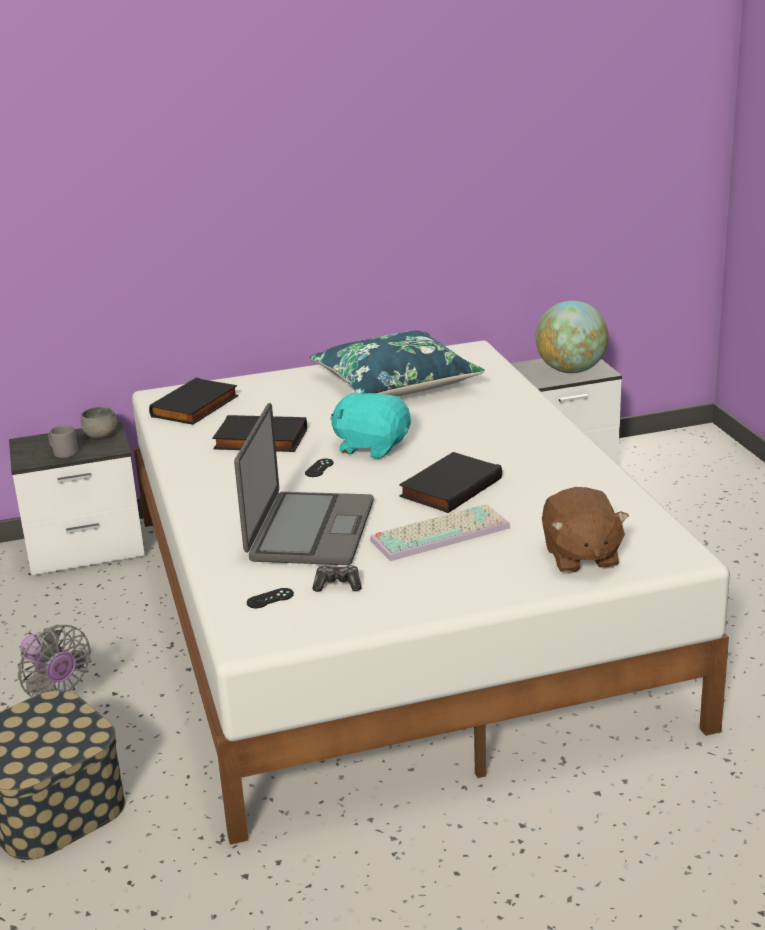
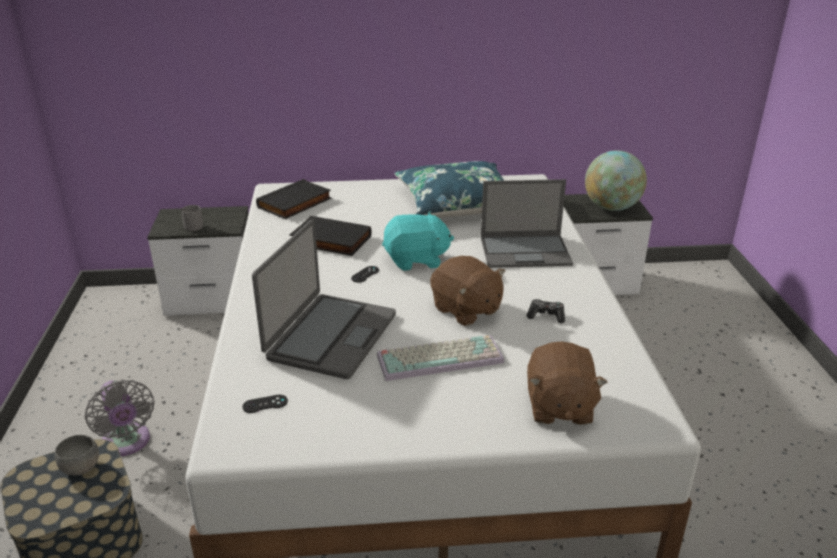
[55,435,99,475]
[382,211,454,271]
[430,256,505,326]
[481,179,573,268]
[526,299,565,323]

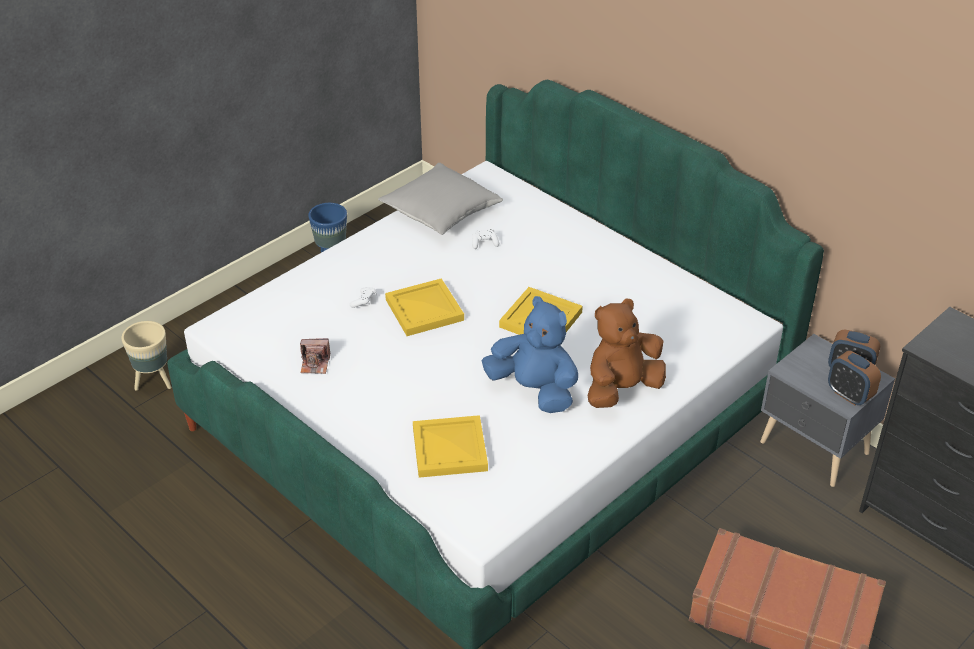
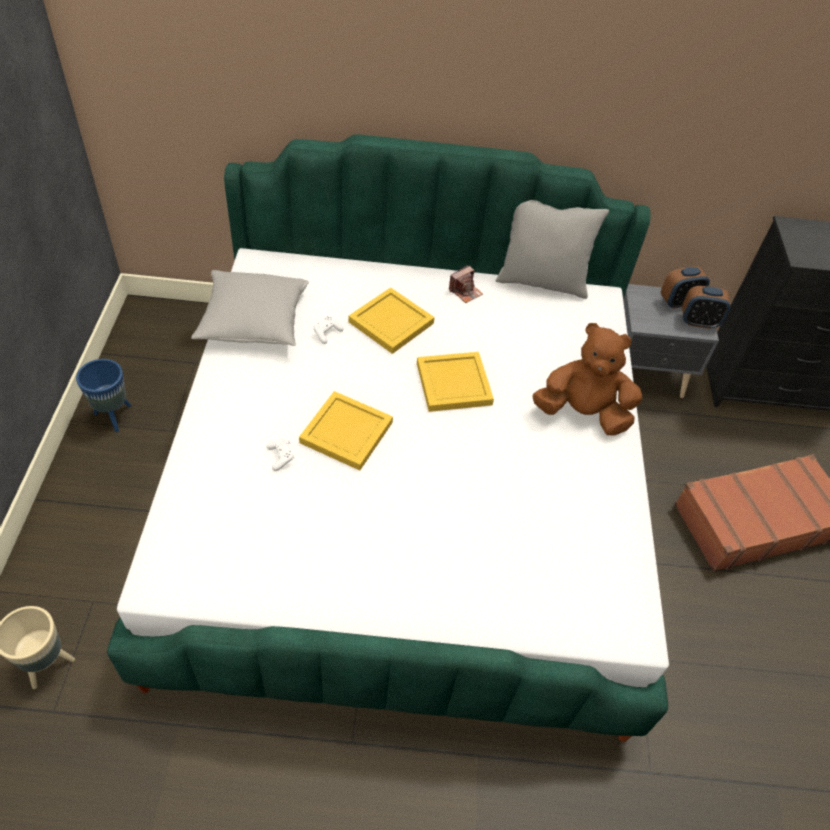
[348,287,435,354]
[449,265,483,303]
[496,200,609,299]
[532,323,642,436]
[481,296,578,413] (first image)

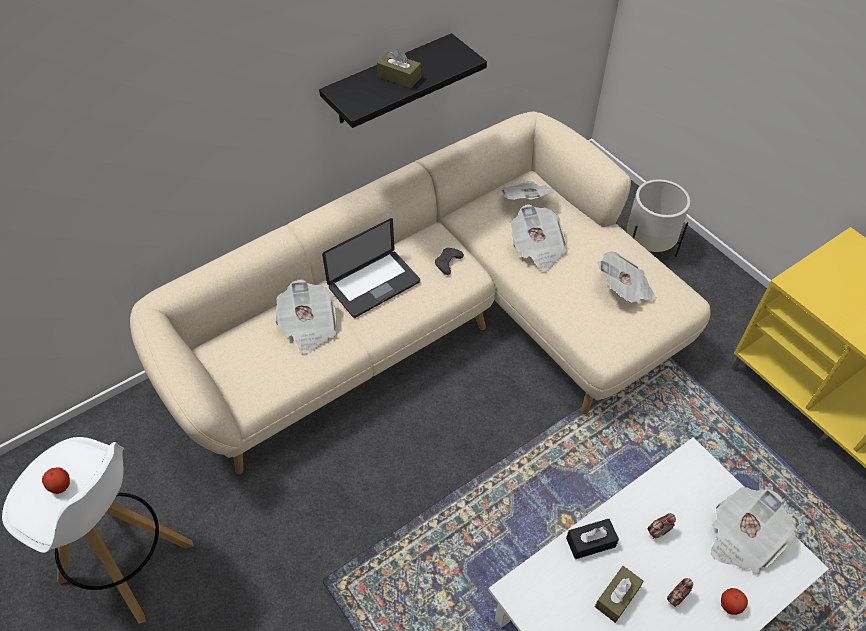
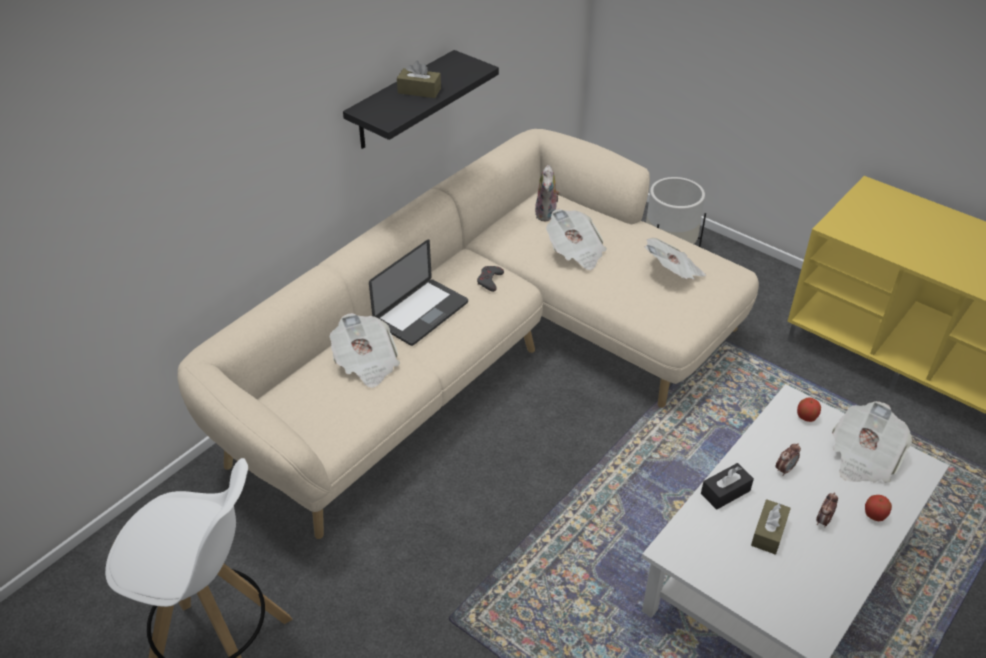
[535,165,561,221]
[797,398,821,422]

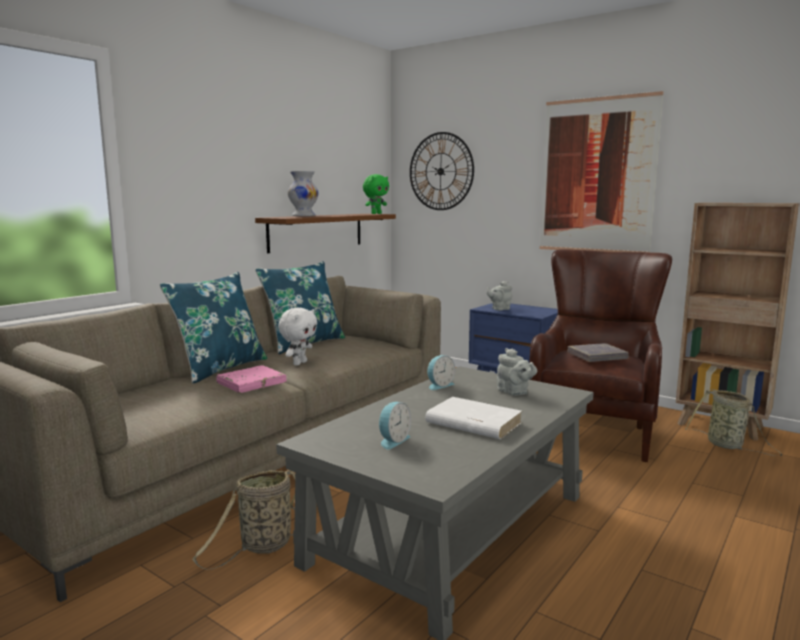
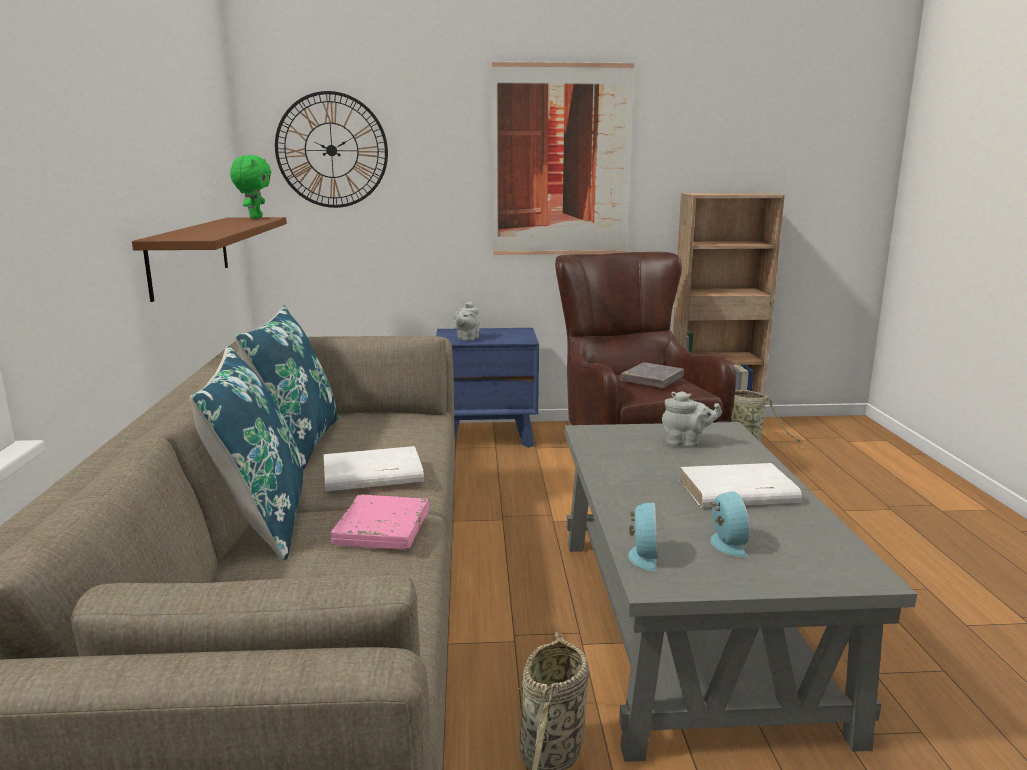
[323,446,424,491]
[629,503,658,571]
[288,171,319,216] (first image)

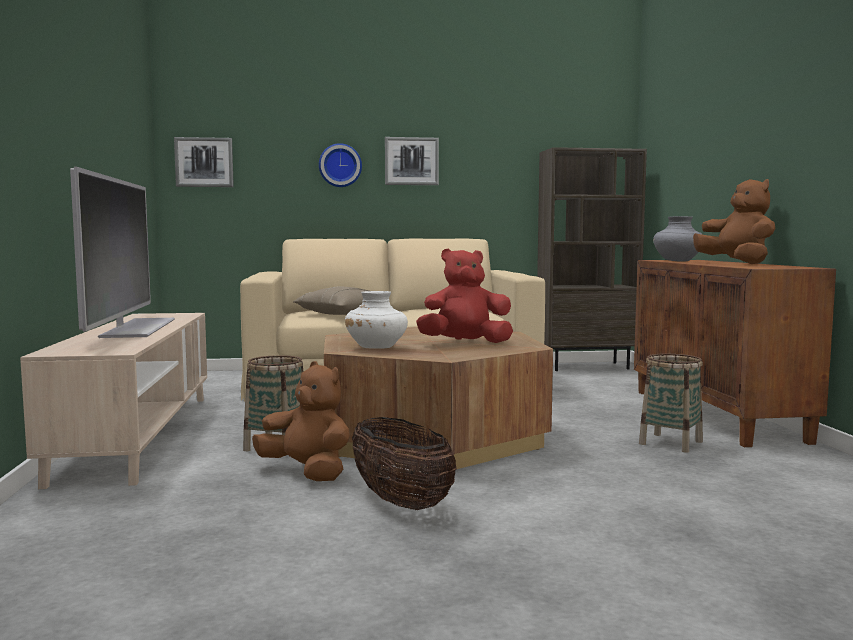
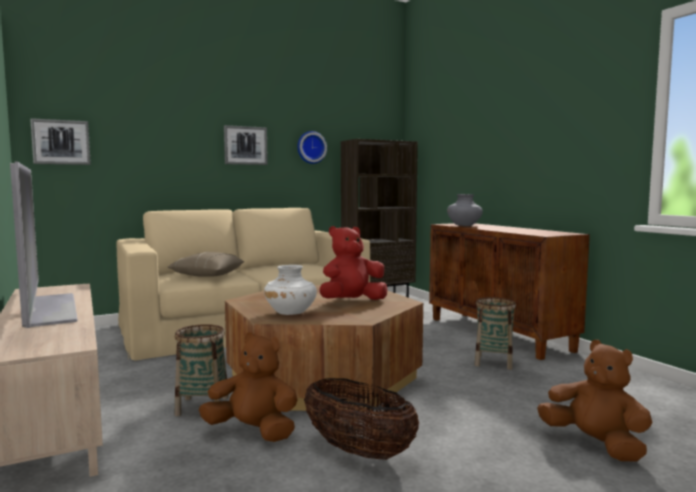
[297,131,327,164]
[537,340,653,461]

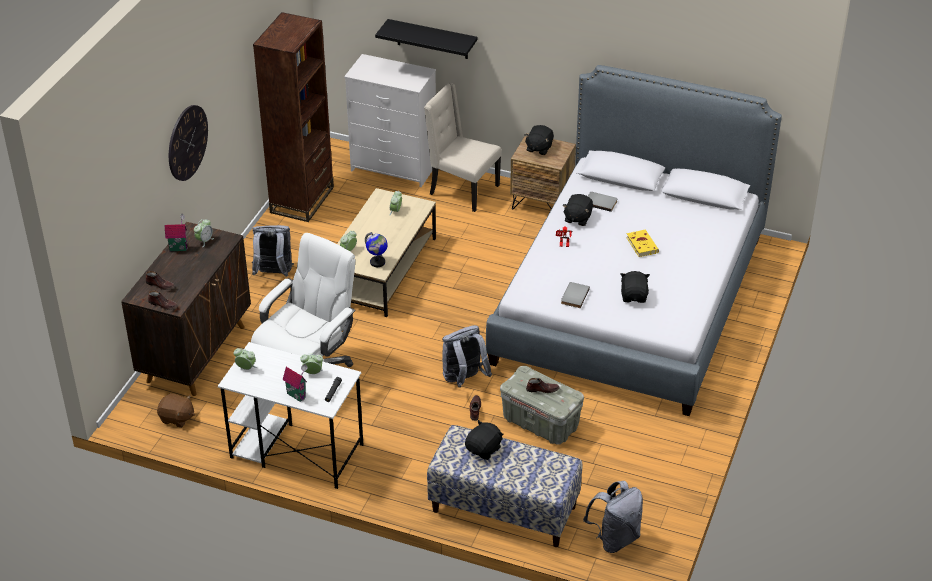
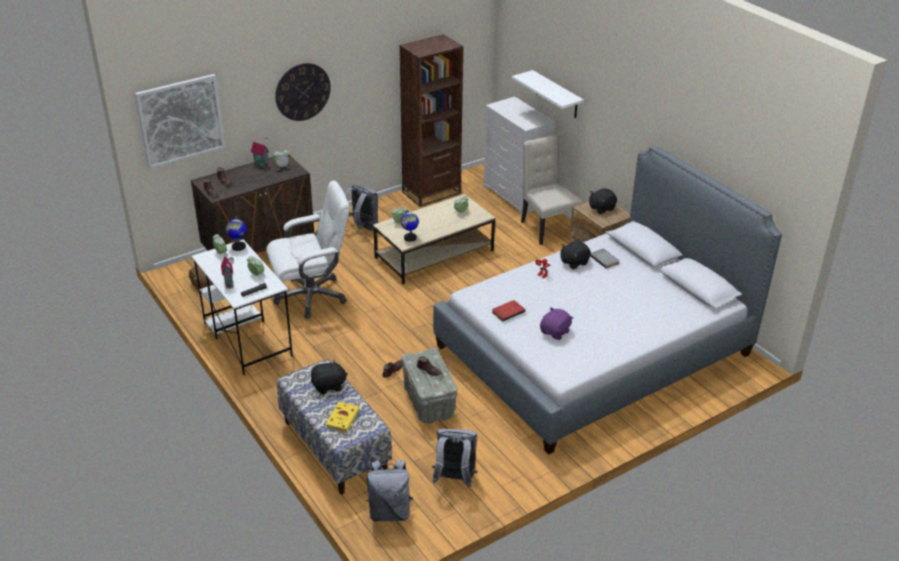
[135,74,225,169]
[226,216,246,251]
[326,402,360,433]
[432,429,477,488]
[492,300,526,322]
[512,70,584,118]
[540,307,573,340]

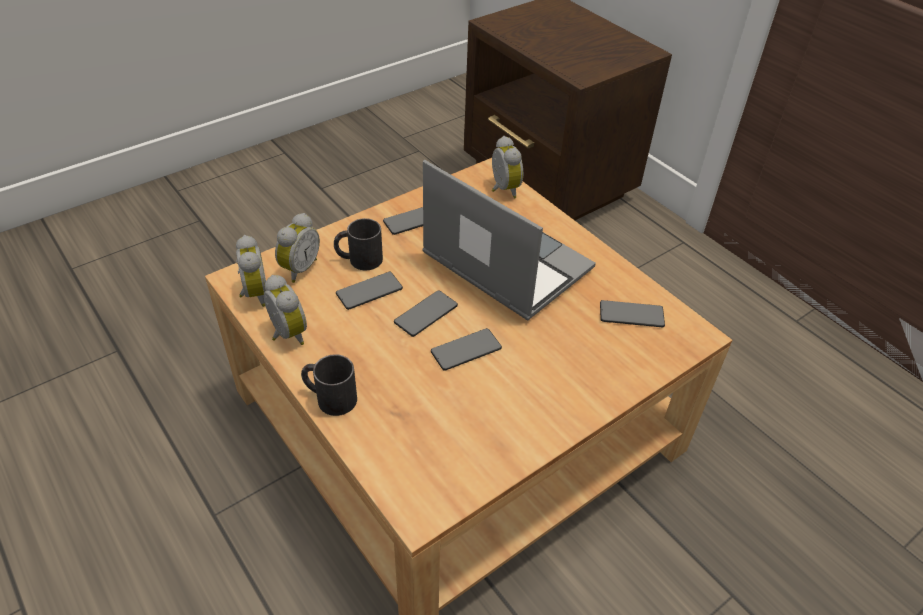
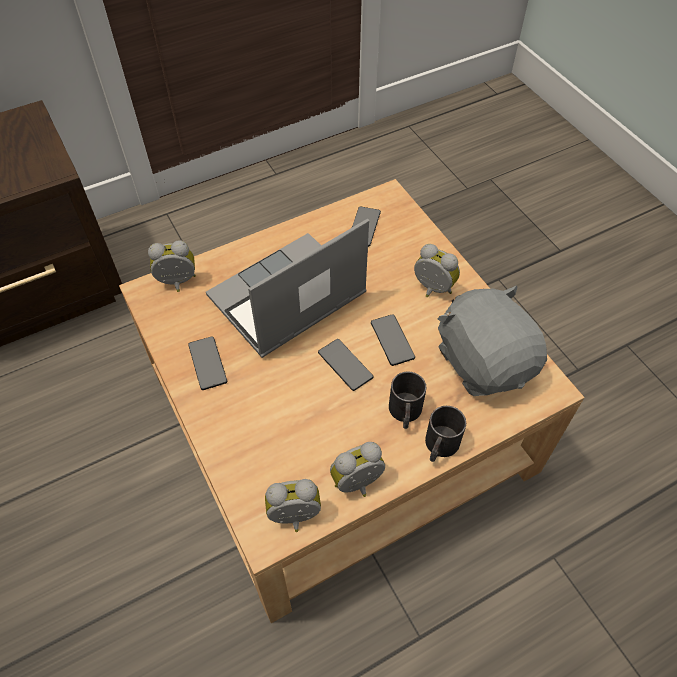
[389,371,426,429]
[414,244,460,298]
[438,285,547,396]
[336,272,403,310] (first image)

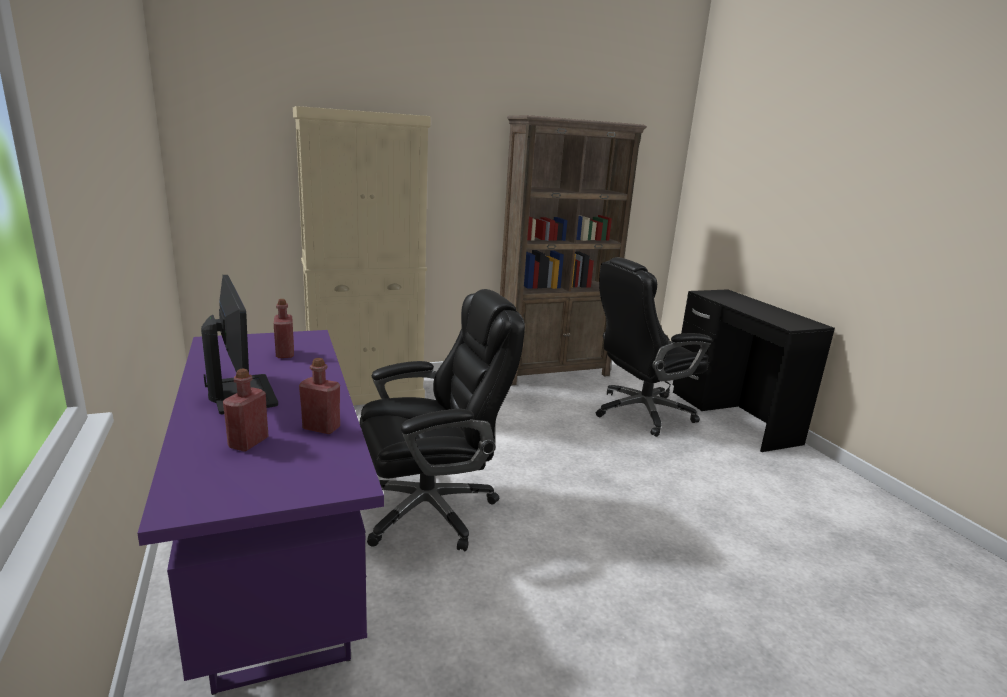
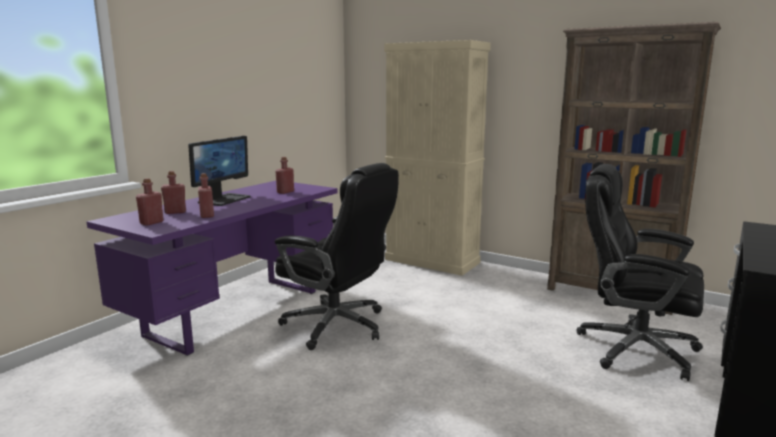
[136,178,164,226]

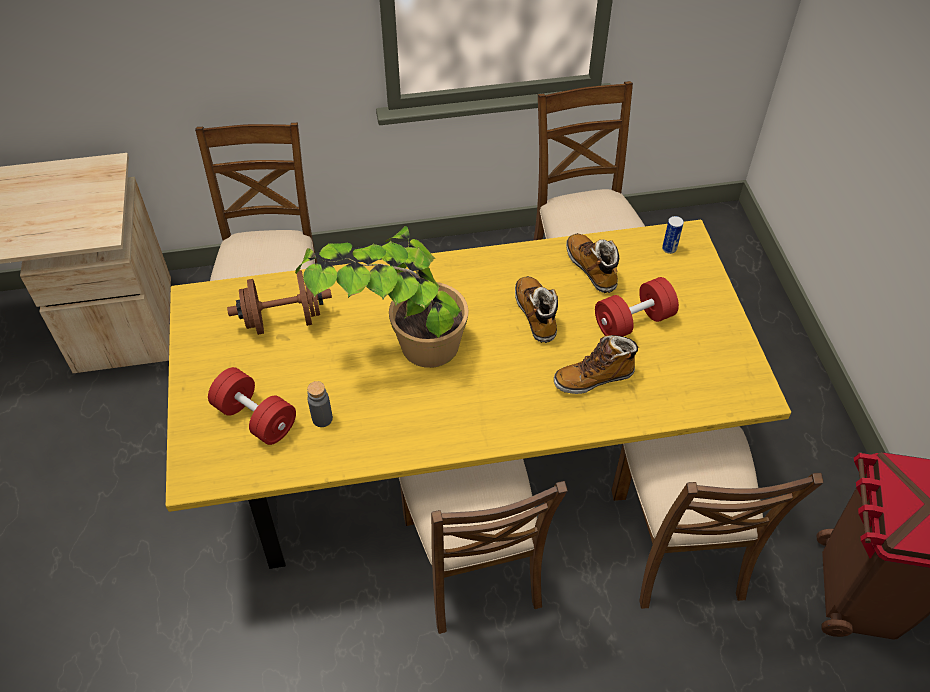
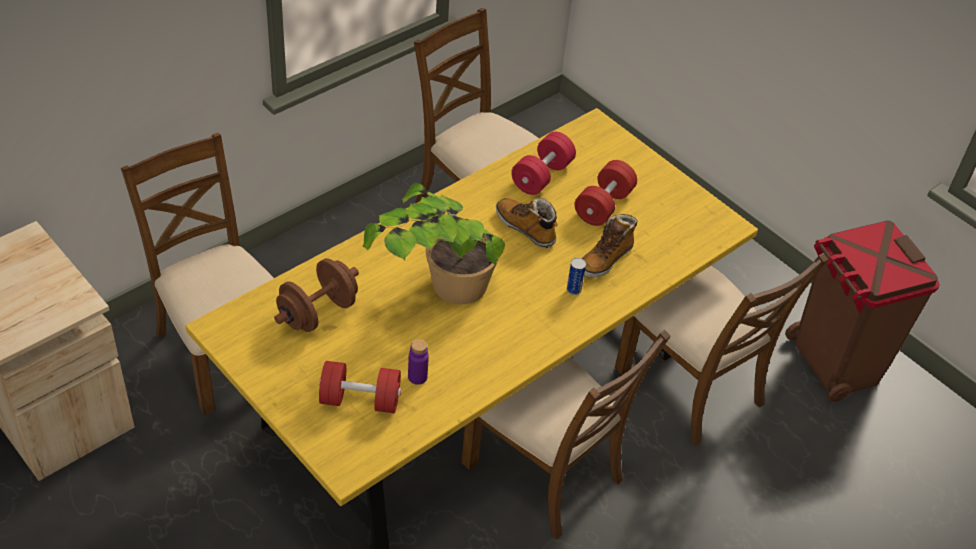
[408,339,429,385]
[511,132,576,195]
[567,258,586,295]

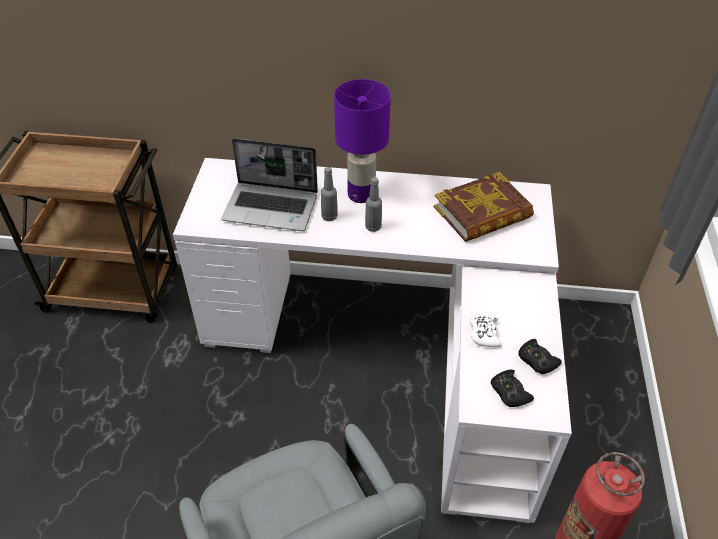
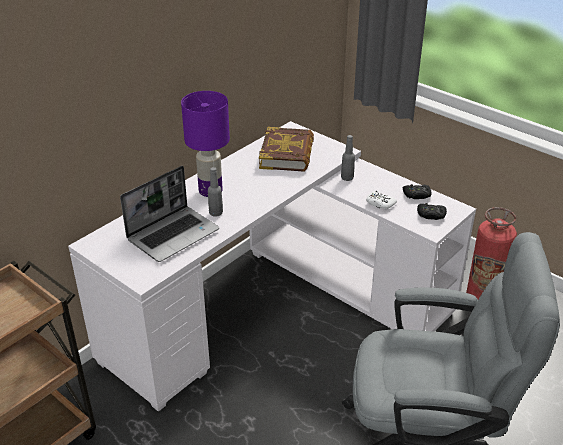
[341,135,355,181]

